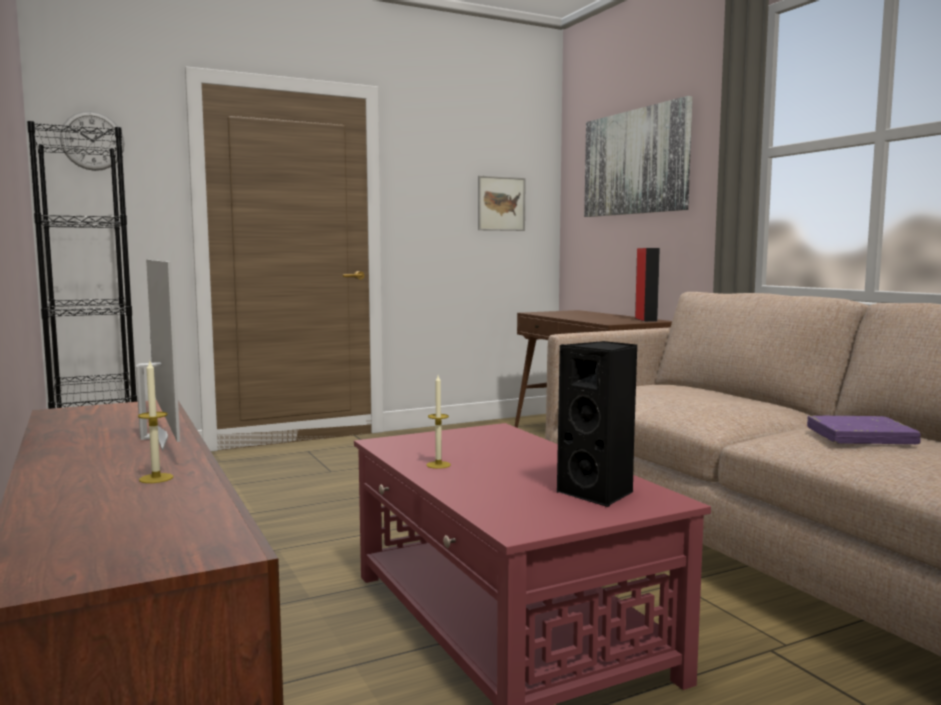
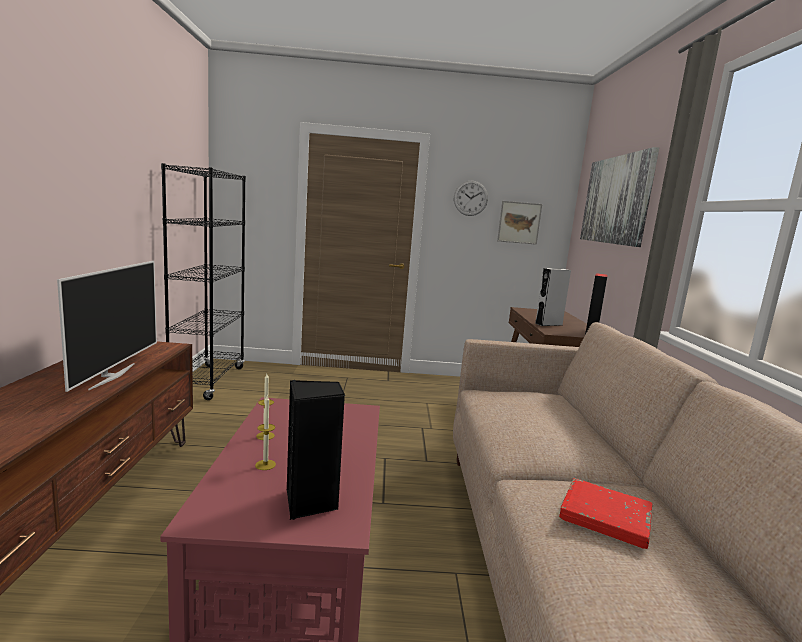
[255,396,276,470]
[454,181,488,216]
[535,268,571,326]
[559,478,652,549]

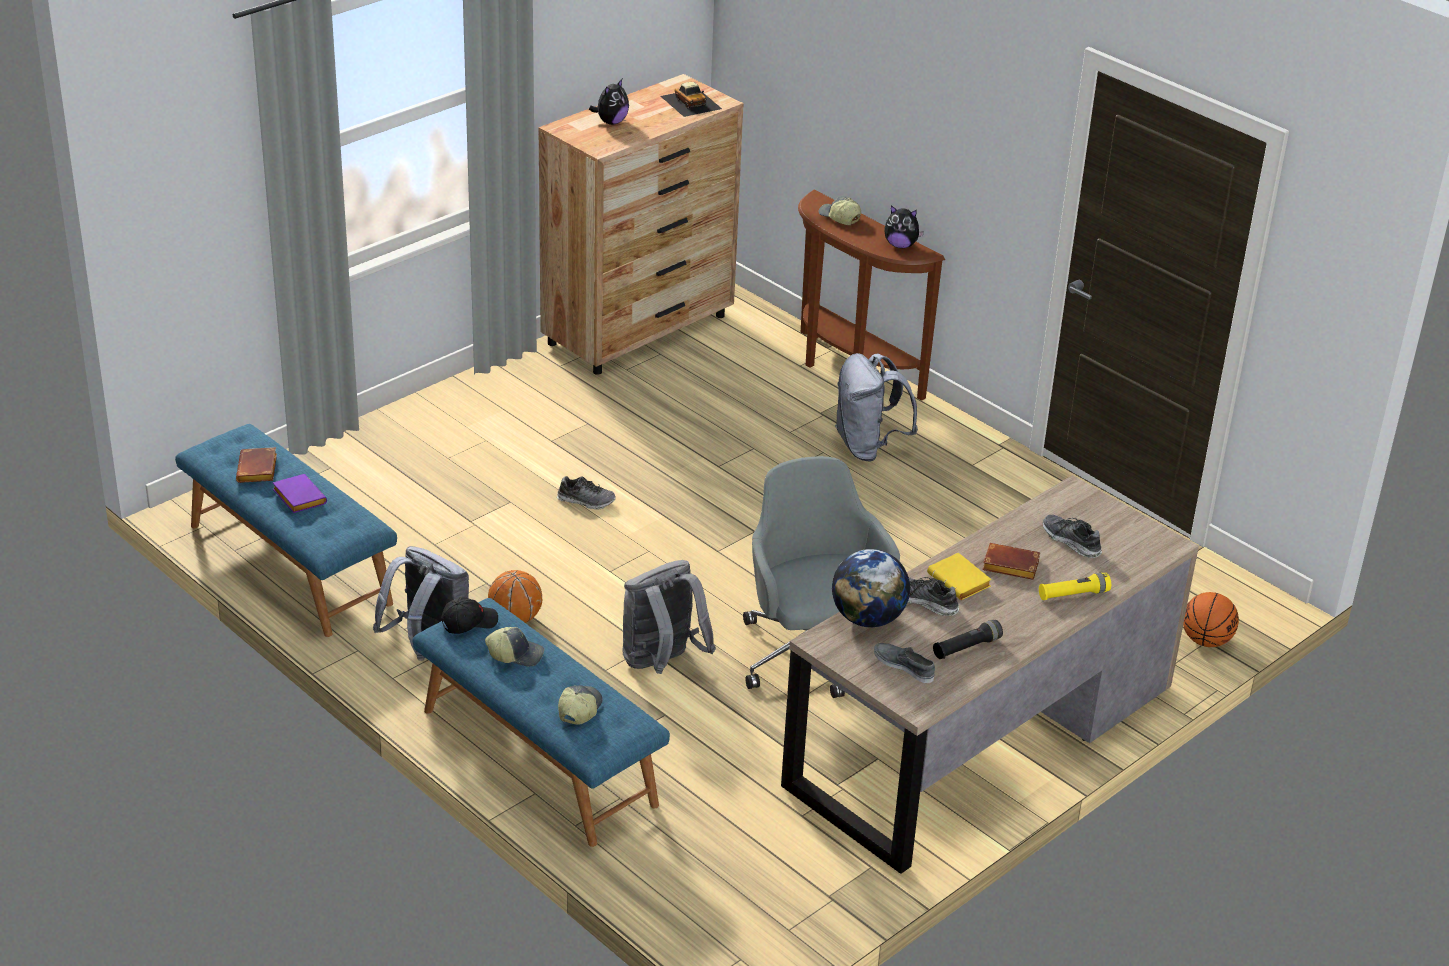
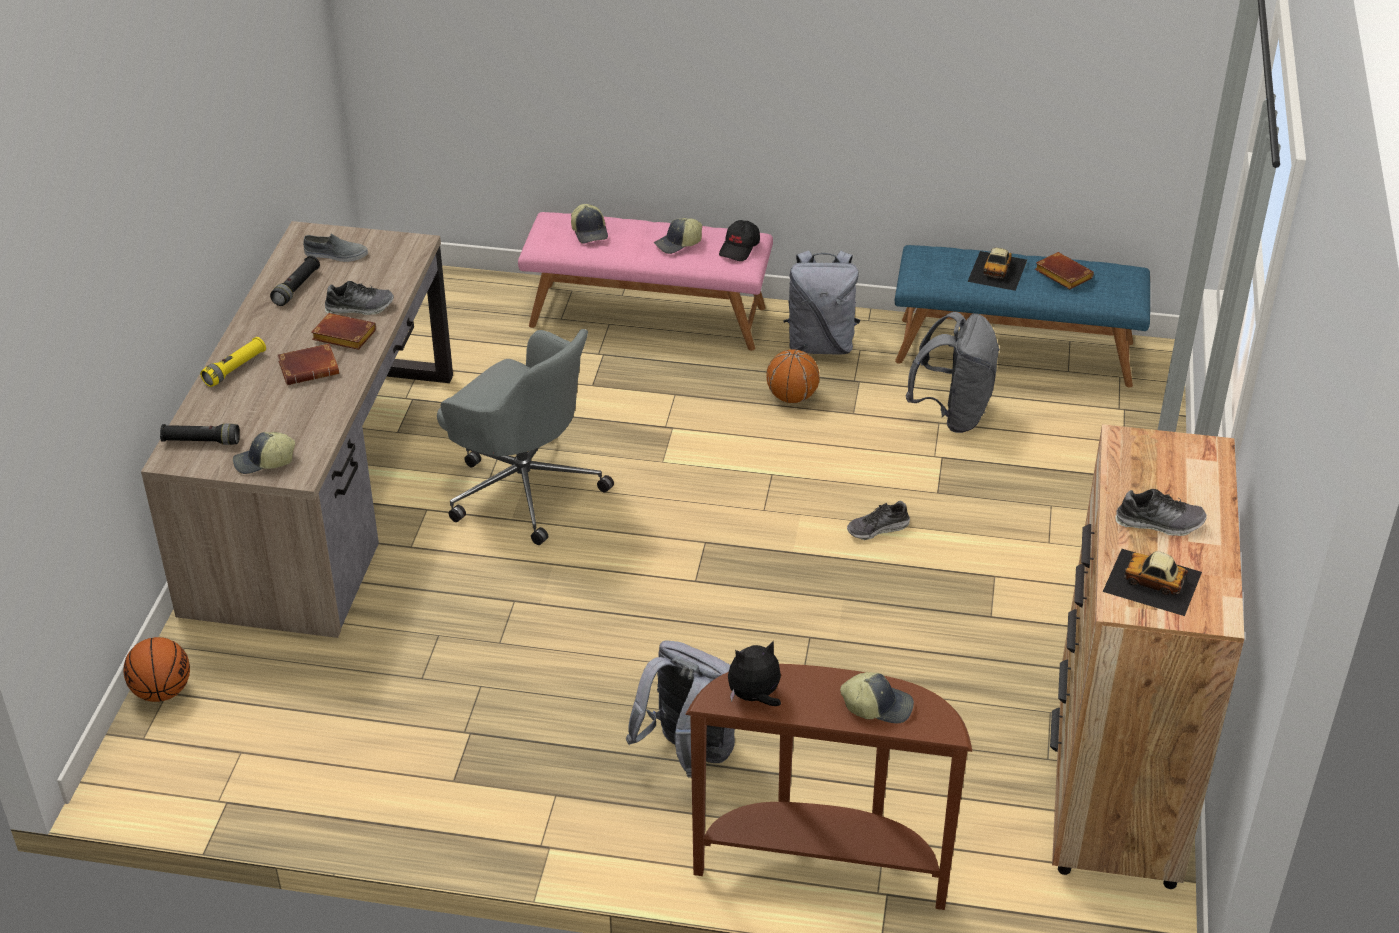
[160,423,240,445]
[233,432,295,474]
[311,313,376,350]
[518,212,773,351]
[906,312,1000,433]
[967,248,1027,291]
[1115,489,1207,536]
[589,79,629,125] (first image)
[832,549,910,627] (first image)

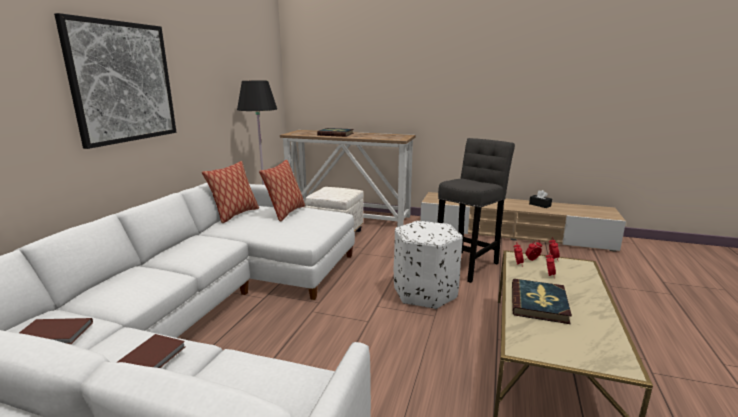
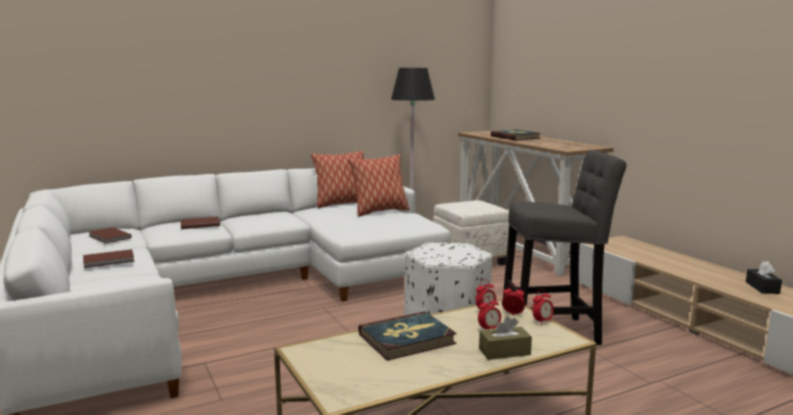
[181,217,220,229]
[479,316,532,360]
[54,13,176,149] (first image)

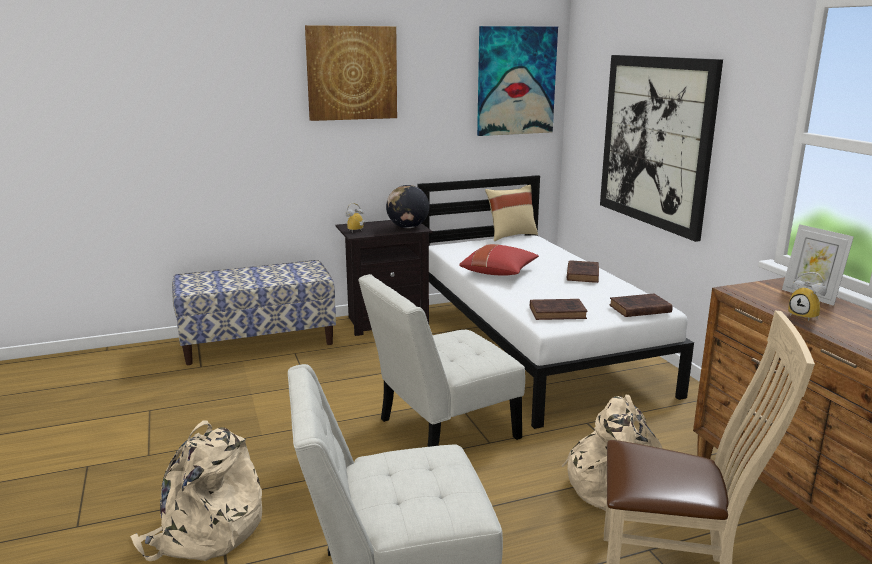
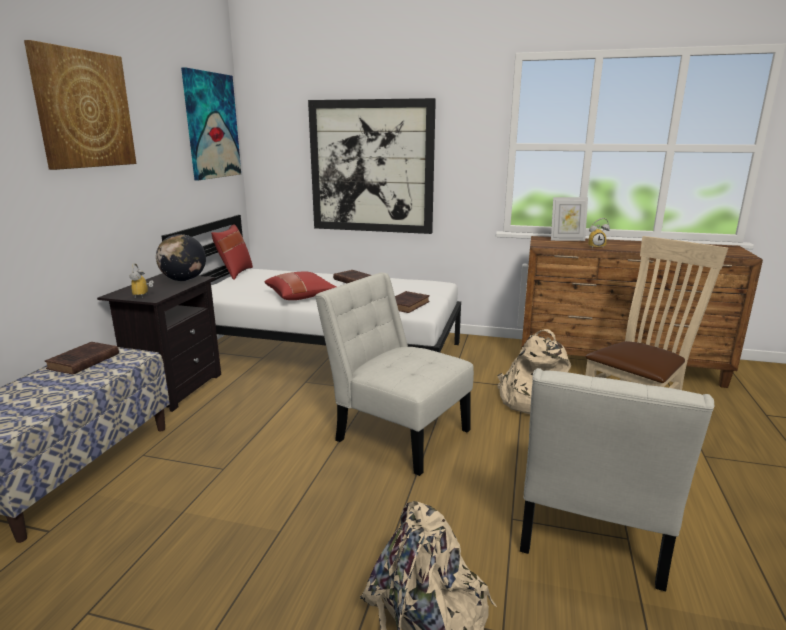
[45,342,119,375]
[211,224,253,280]
[315,273,474,476]

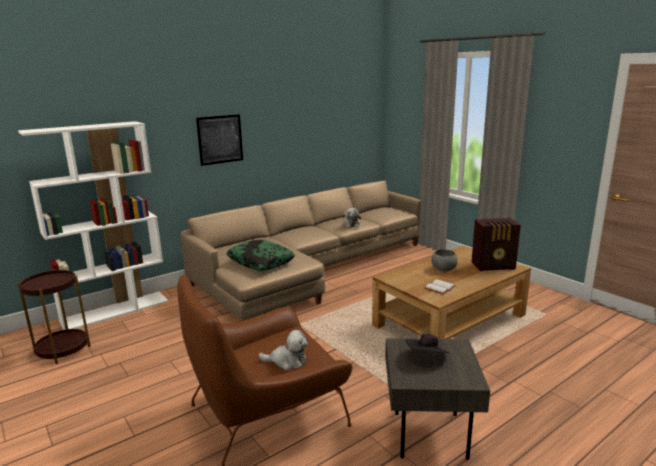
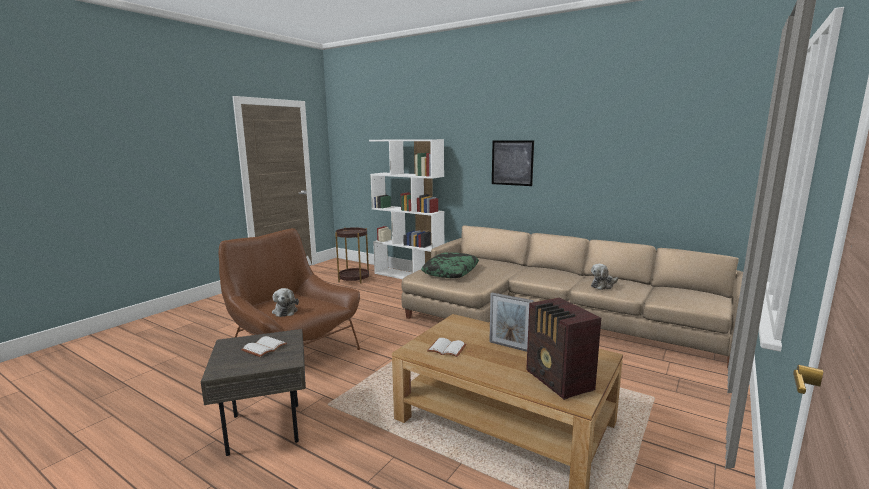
[241,336,287,357]
[489,292,534,352]

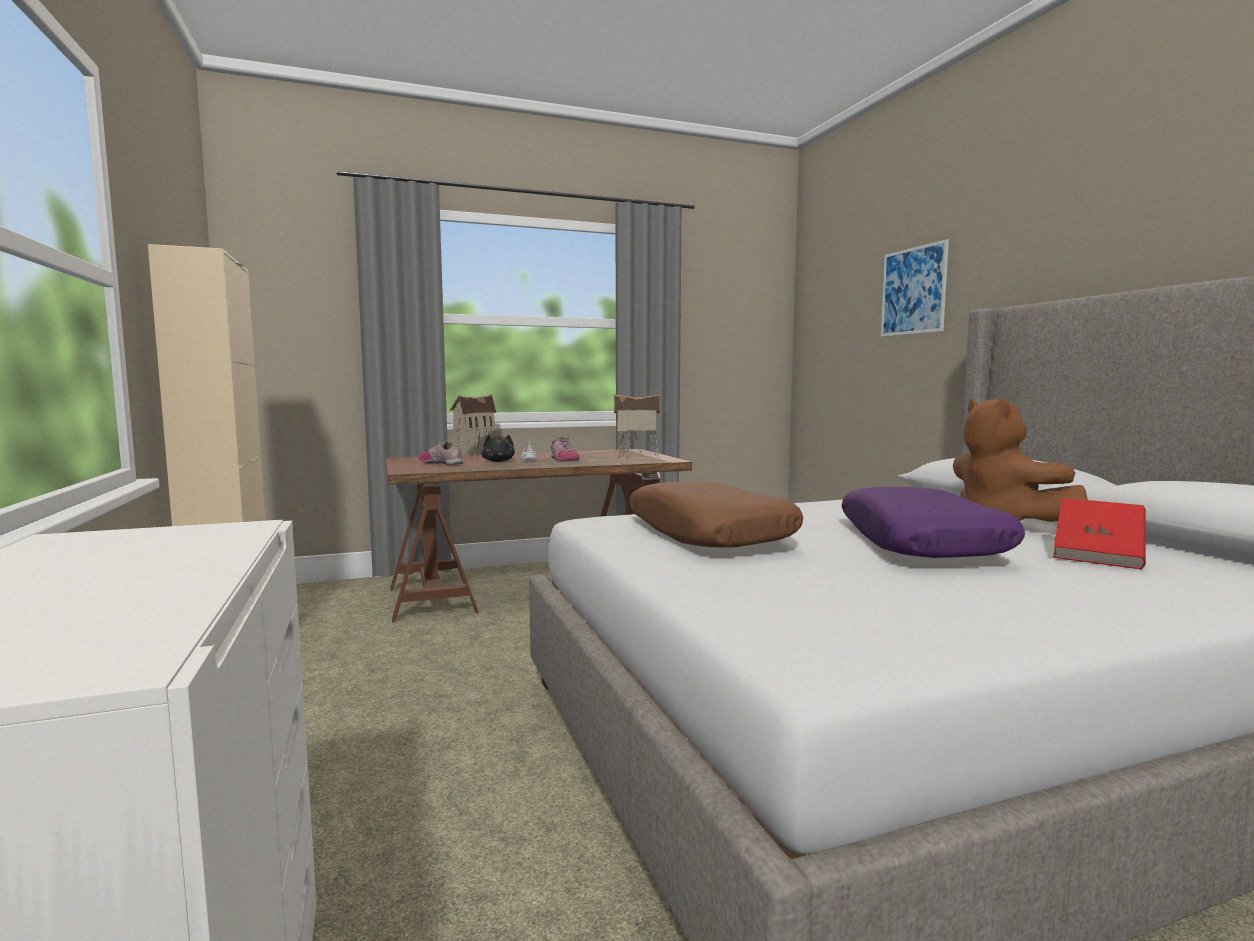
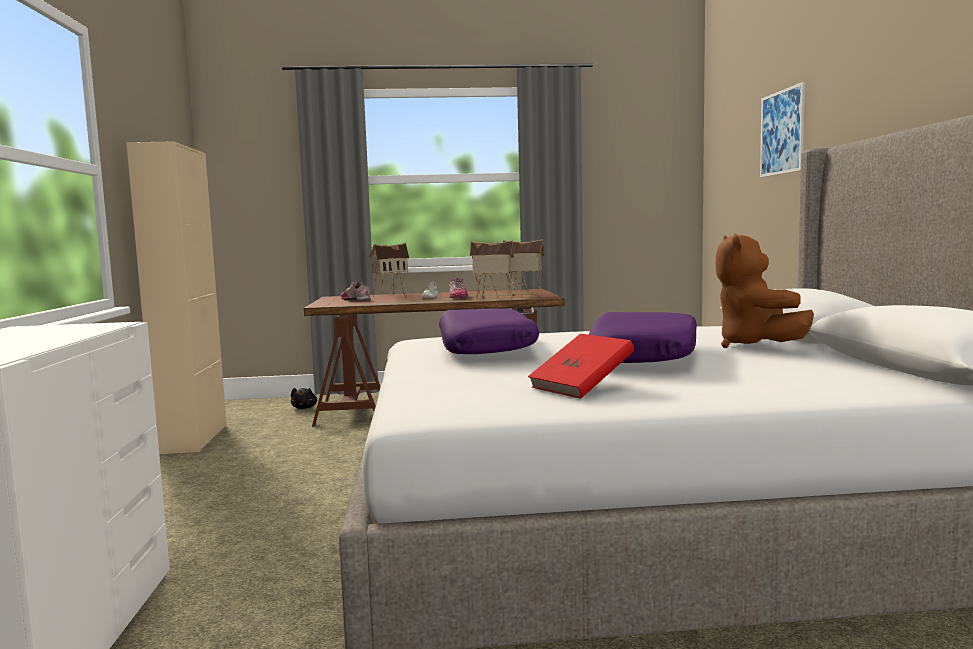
[291,388,317,409]
[439,308,539,354]
[470,240,514,299]
[528,334,634,399]

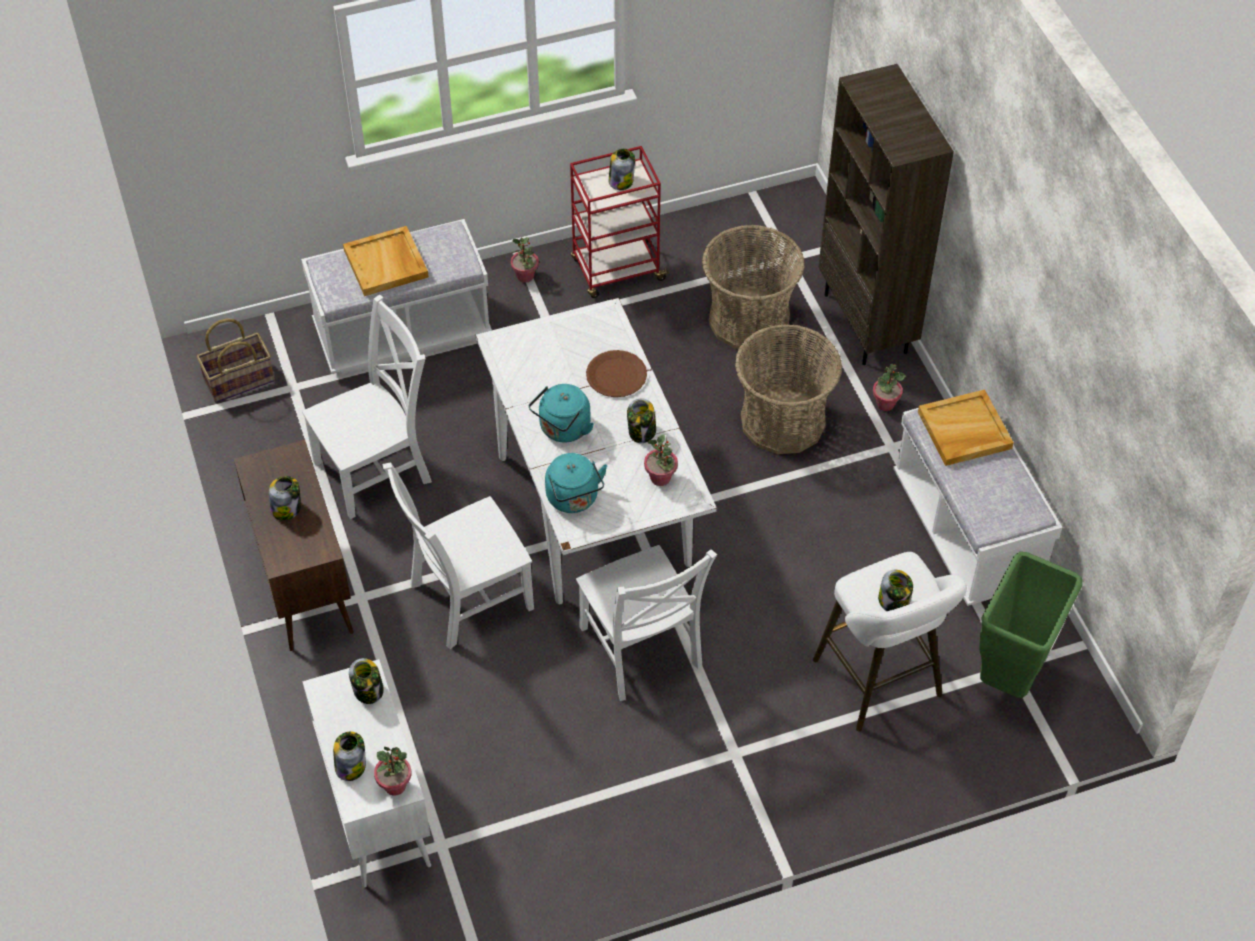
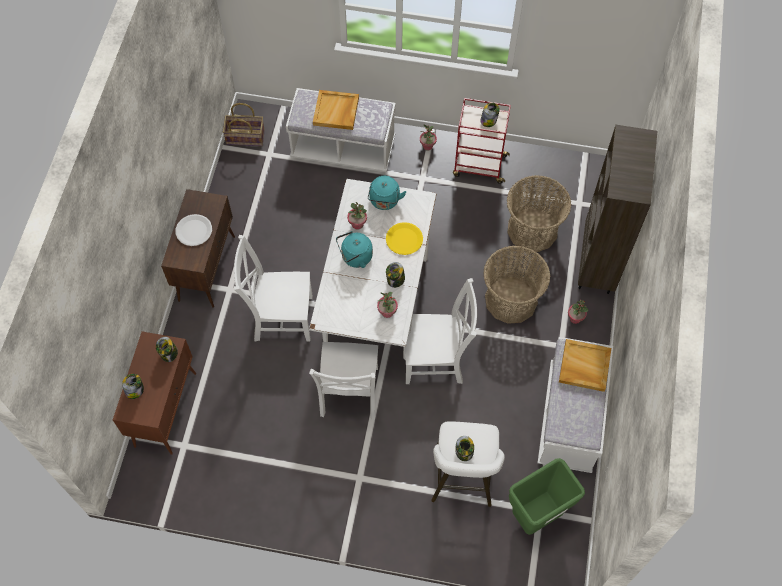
[113,331,196,455]
[176,214,212,246]
[347,202,367,230]
[368,176,406,210]
[386,222,423,255]
[405,278,477,384]

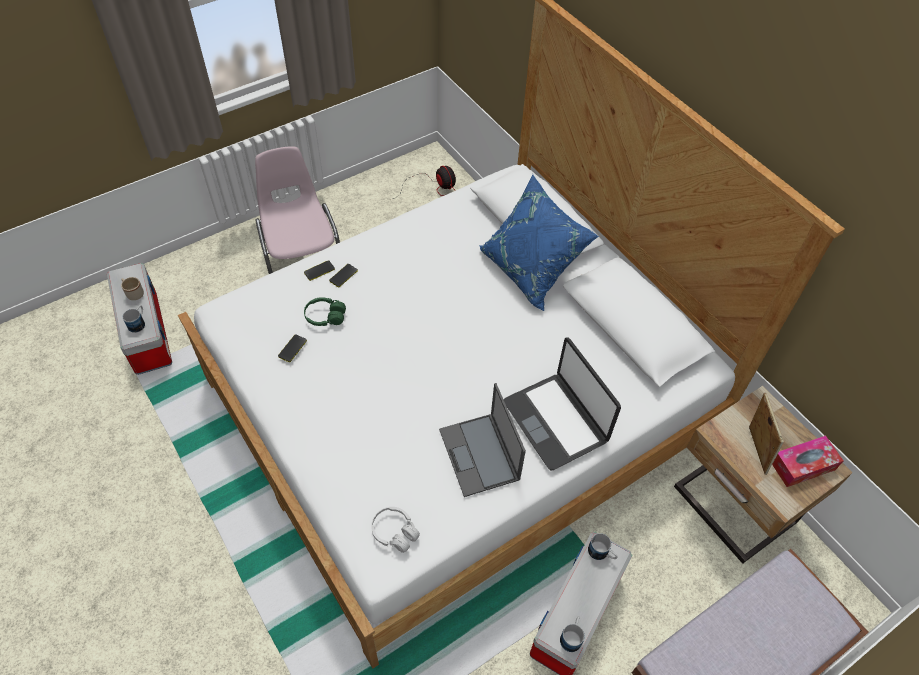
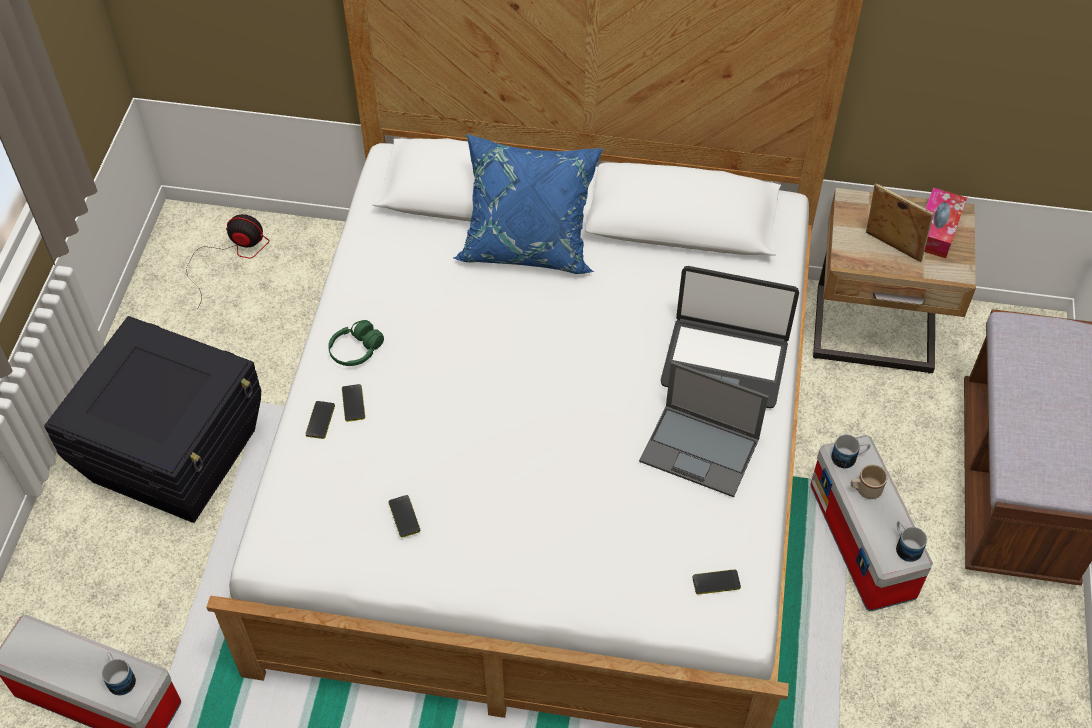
[44,316,261,523]
[328,320,384,366]
[692,569,741,595]
[851,464,888,499]

